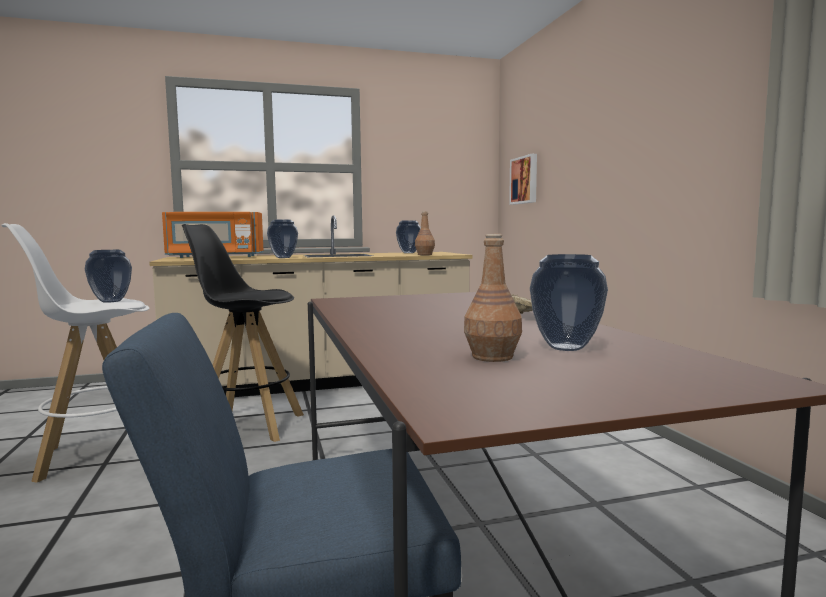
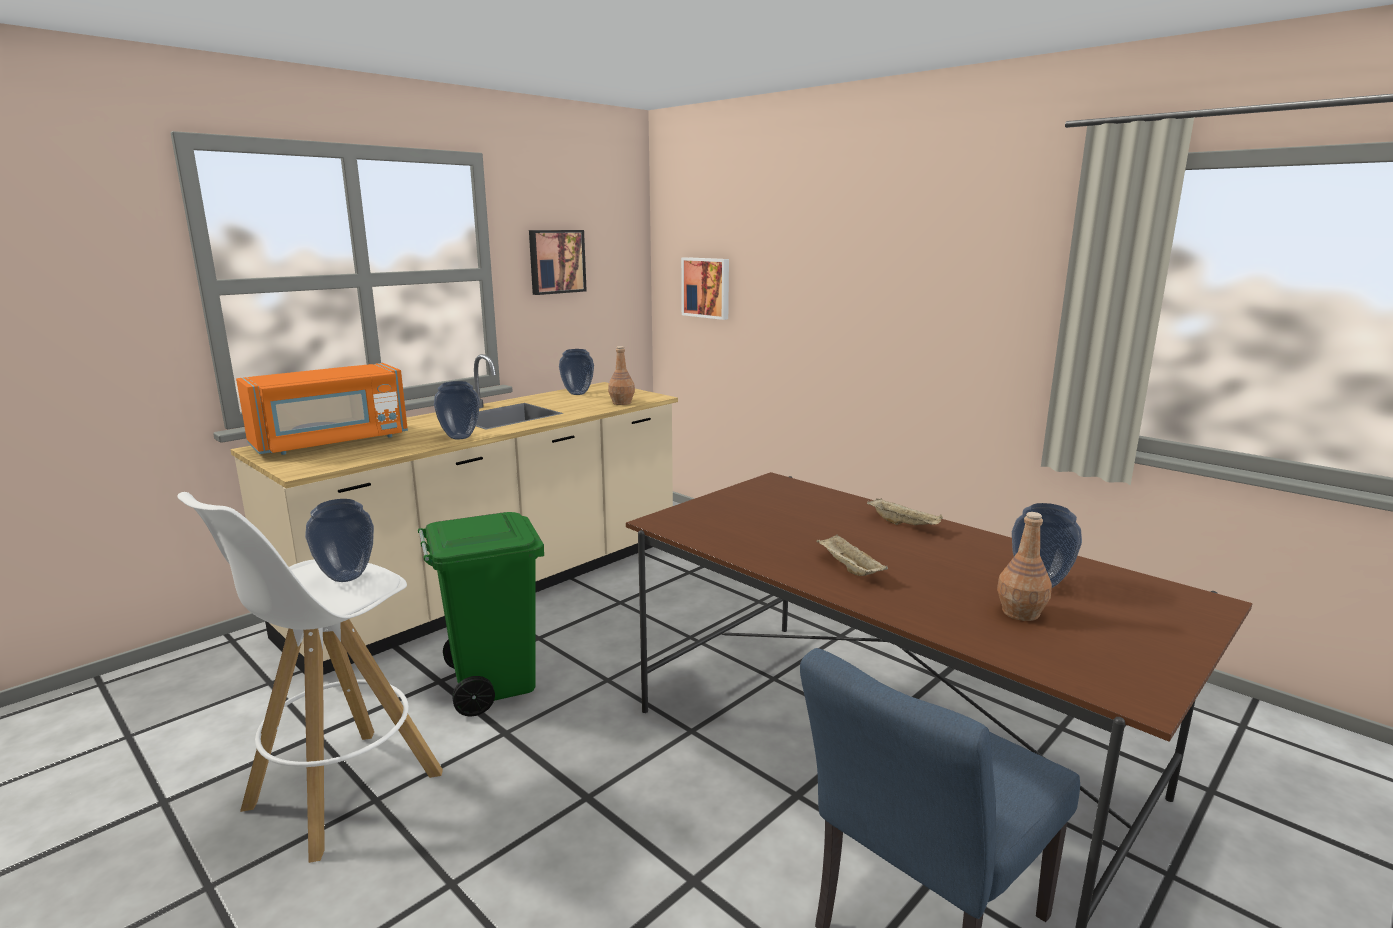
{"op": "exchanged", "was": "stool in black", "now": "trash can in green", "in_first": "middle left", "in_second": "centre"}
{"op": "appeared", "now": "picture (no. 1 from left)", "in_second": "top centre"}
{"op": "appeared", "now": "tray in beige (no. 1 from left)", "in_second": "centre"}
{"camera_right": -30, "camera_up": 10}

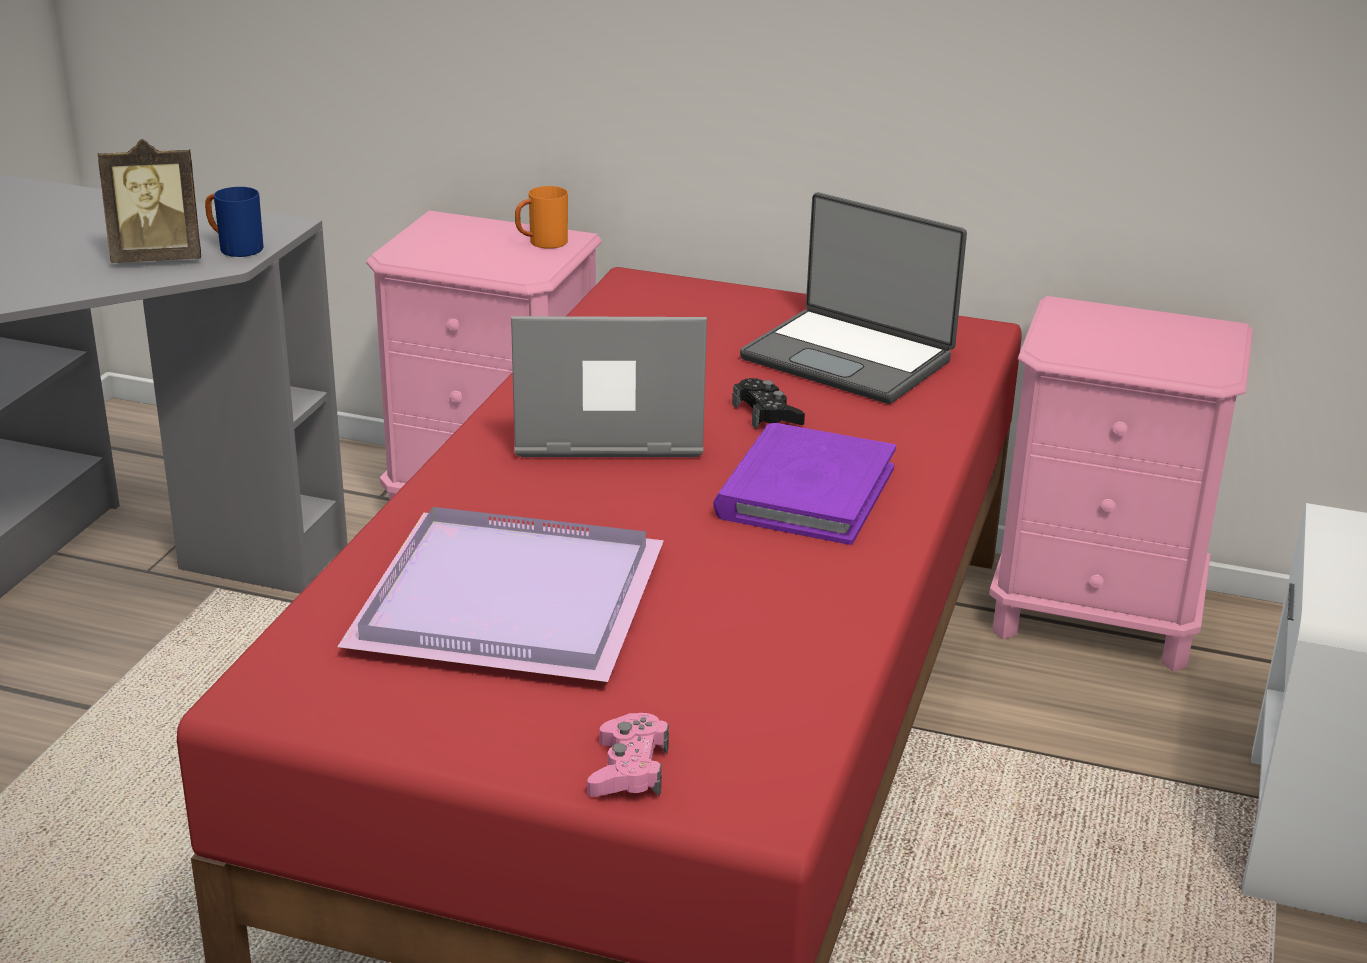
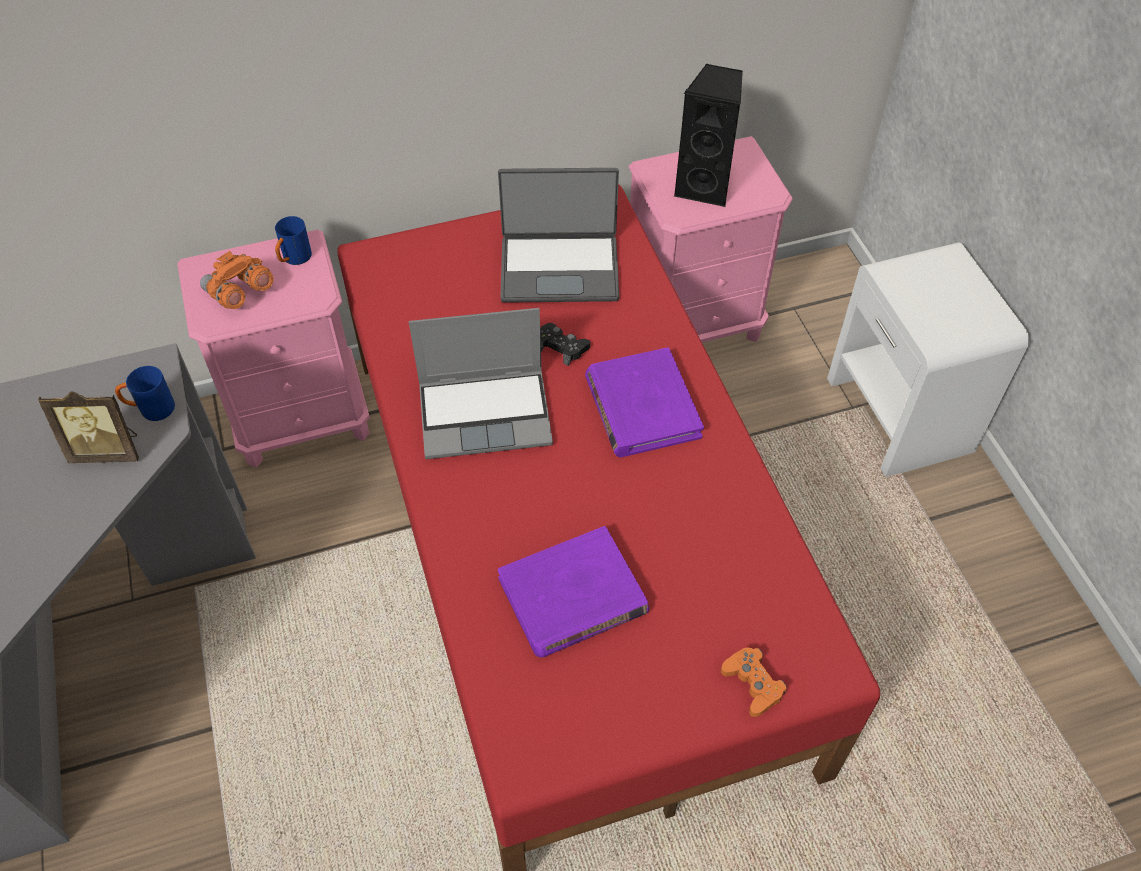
{"op": "spun", "was": "picture frame", "in_first": "top left", "in_second": "middle left", "clockwise": 45}
{"op": "colour", "was": "mug in orange", "now": "mug in blue (no. 2 from left)", "in_first": "top centre", "in_second": "top left"}
{"op": "spun", "was": "laptop (no. 1 from left)", "in_first": "centre", "in_second": "centre", "clockwise": -150}
{"op": "exchanged", "was": "tray in purple", "now": "book in purple (no. 1 from left)", "in_first": "centre", "in_second": "bottom centre"}
{"op": "colour", "was": "game controller in pink", "now": "game controller in orange", "in_first": "bottom centre", "in_second": "bottom centre"}
{"op": "appeared", "now": "speaker in black", "in_second": "top centre"}
{"op": "appeared", "now": "binoculars in orange", "in_second": "top left"}
{"camera_right": -35, "camera_up": 25}

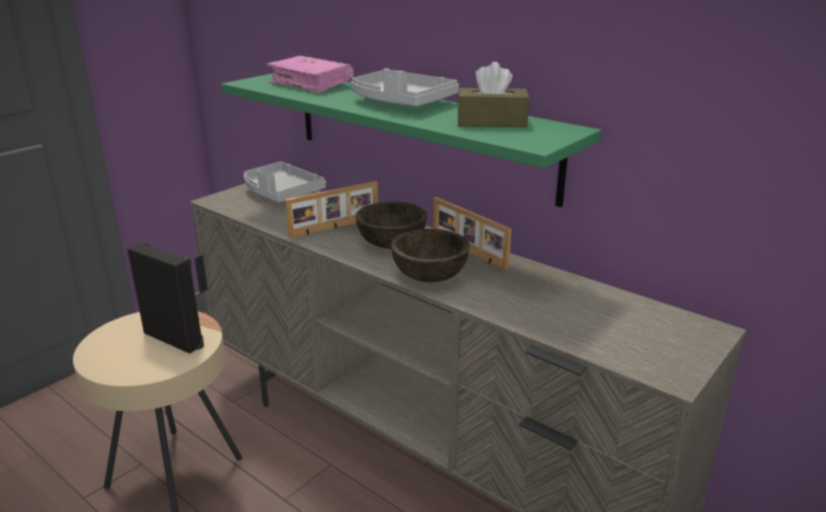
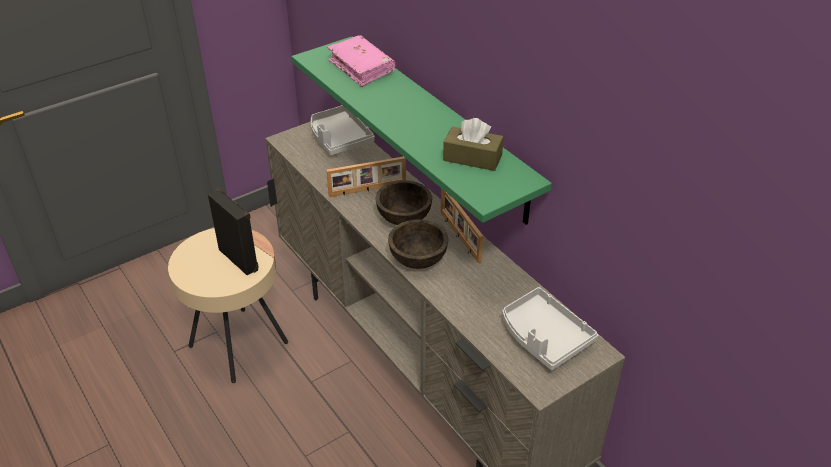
{"op": "relocated", "was": "tray in grey (no. 2 from left)", "in_first": "top centre", "in_second": "bottom centre"}
{"camera_right": 15, "camera_up": 15}

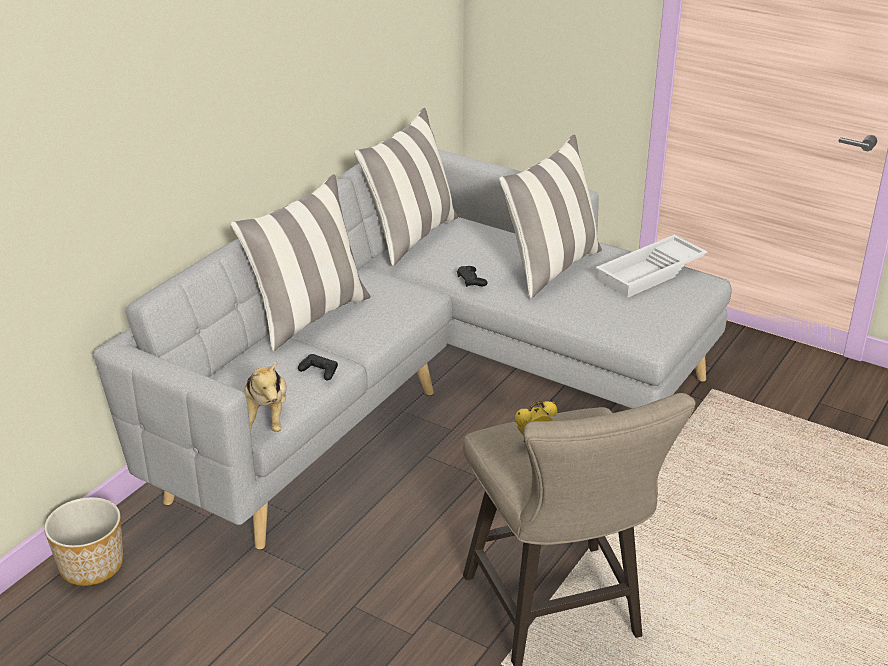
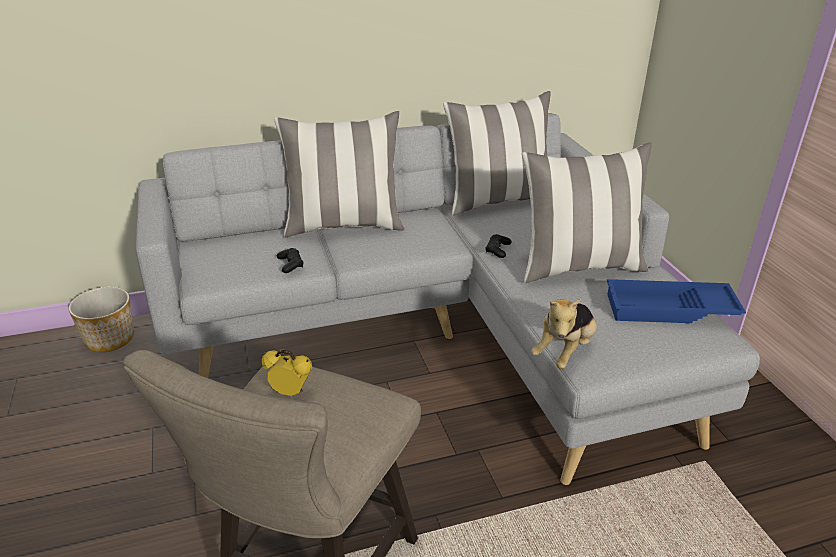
{"op": "colour", "was": "tray in white", "now": "tray in blue", "in_first": "middle right", "in_second": "middle right"}
{"op": "relocated", "was": "plush toy", "in_first": "middle left", "in_second": "middle right"}
{"camera_right": 40, "camera_up": 0}

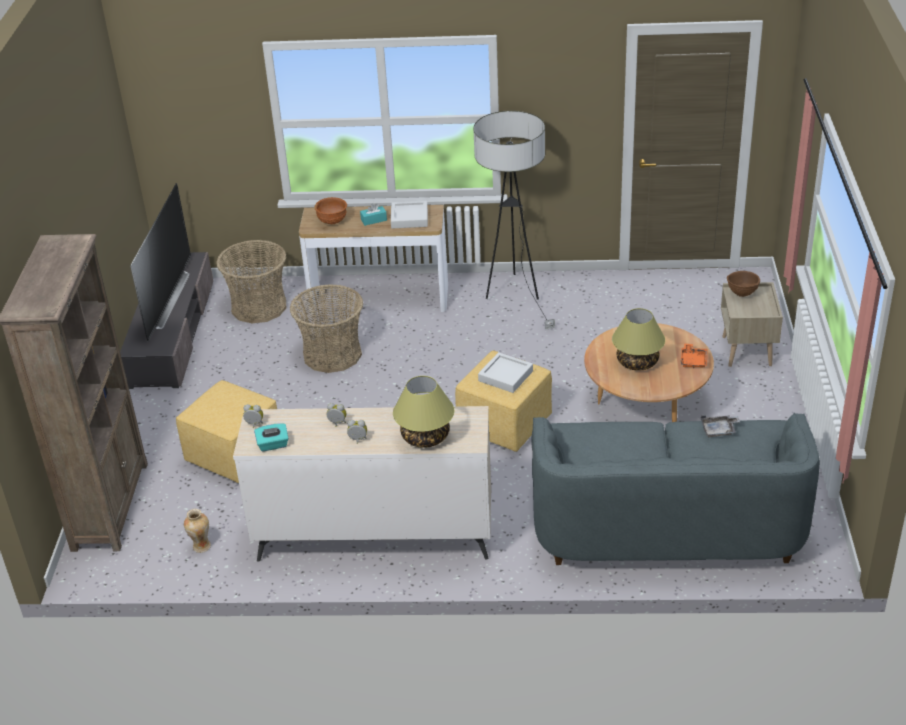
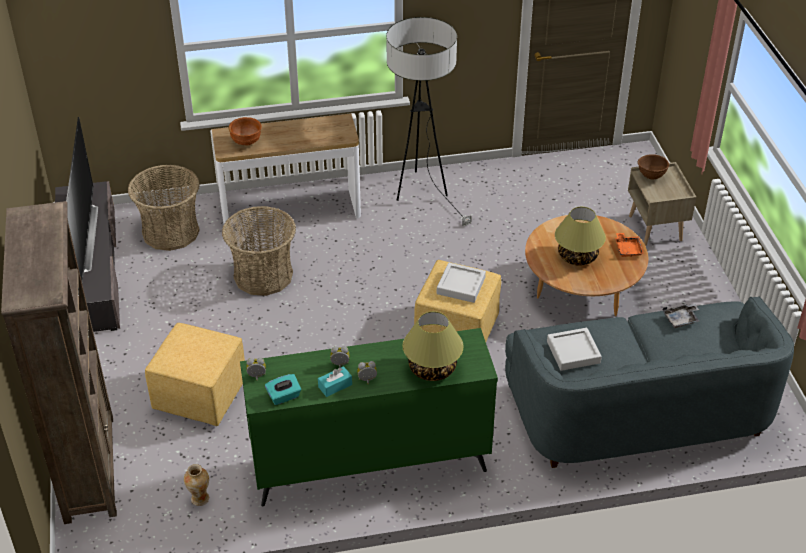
{"op": "relocated", "was": "tray in grey (no. 1 from left in the first image)", "now": "tray in grey (no. 2 from left)", "in_first": "top centre", "in_second": "middle right"}
{"op": "relocated", "was": "tissue box in turquoise (no. 2 from left)", "in_first": "top centre", "in_second": "bottom centre"}
{"op": "colour", "was": "dresser in beige", "now": "dresser in green", "in_first": "bottom centre", "in_second": "bottom centre"}
{"camera_right": -15, "camera_up": 5}

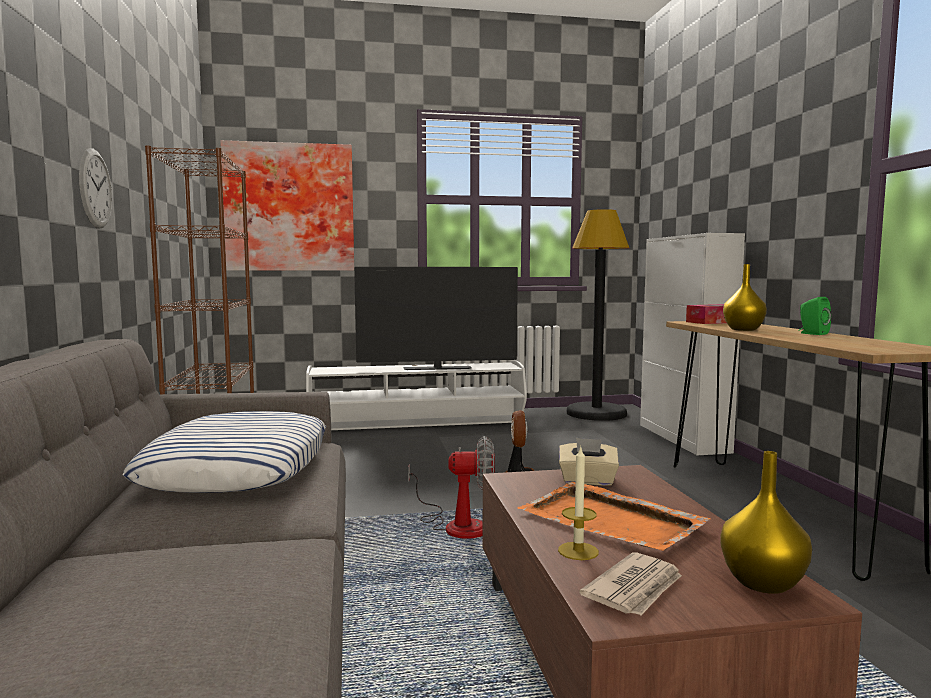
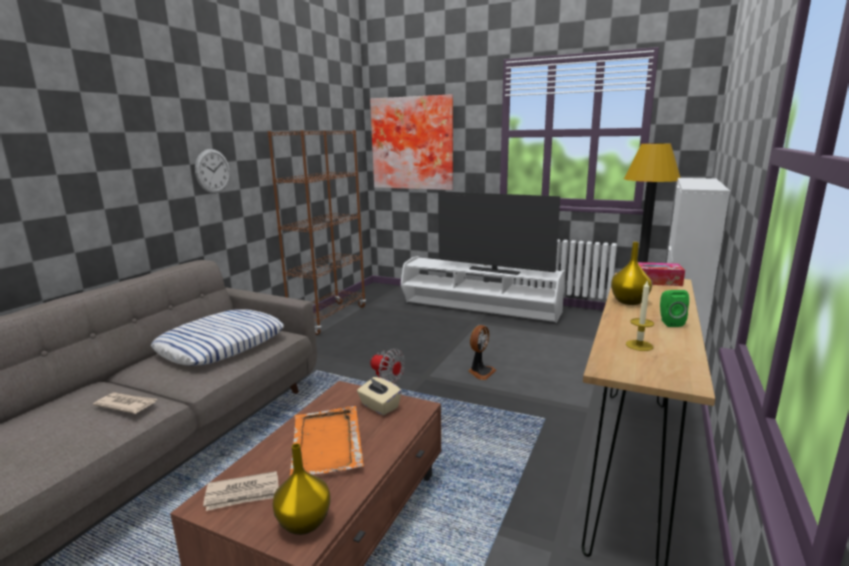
{"op": "relocated", "was": "candle", "in_first": "bottom centre", "in_second": "middle right"}
{"op": "appeared", "now": "newspaper (no. 1 from left)", "in_second": "bottom left"}
{"camera_right": 35, "camera_up": 10}

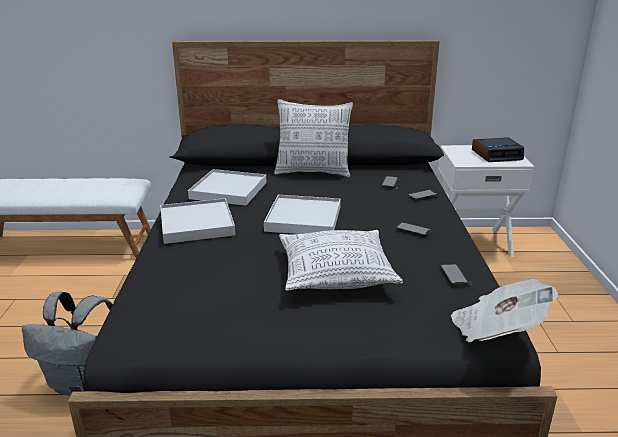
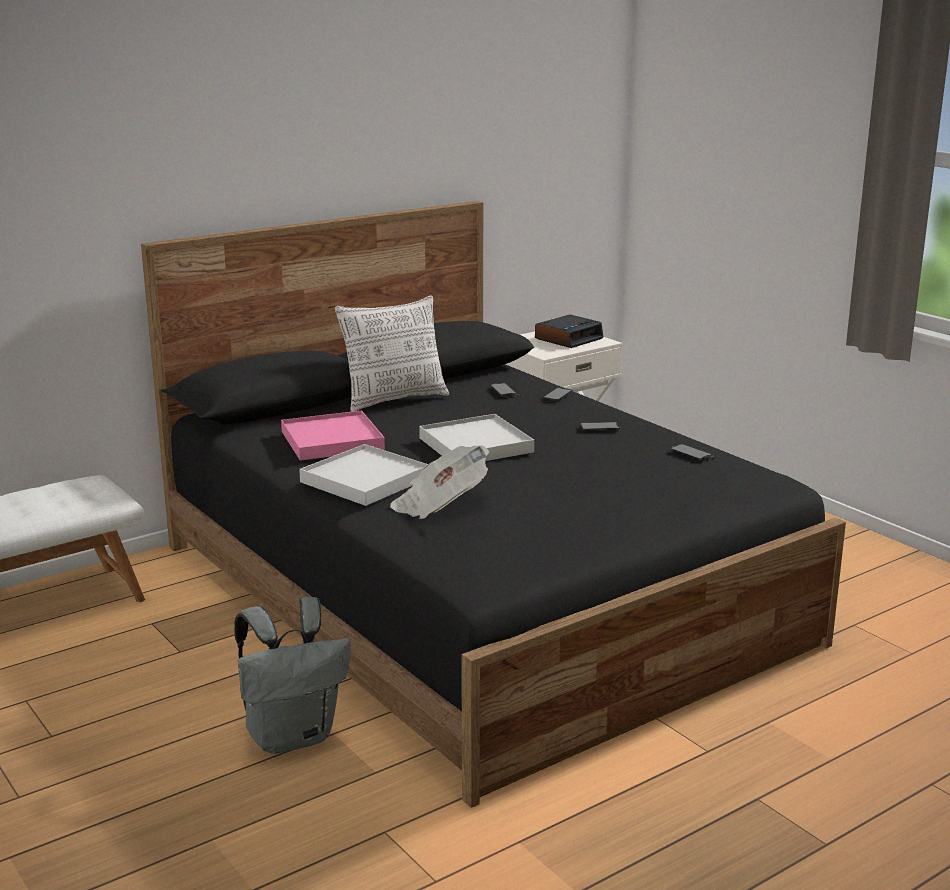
{"op": "colour", "was": "tray in white (no. 2 from left)", "now": "tray in pink", "in_first": "centre", "in_second": "centre"}
{"op": "missing", "was": "pillow (no. 2 from left)", "in_first": "centre"}
{"op": "relocated", "was": "newspaper", "in_first": "bottom right", "in_second": "centre"}
{"camera_right": -35, "camera_up": -5}

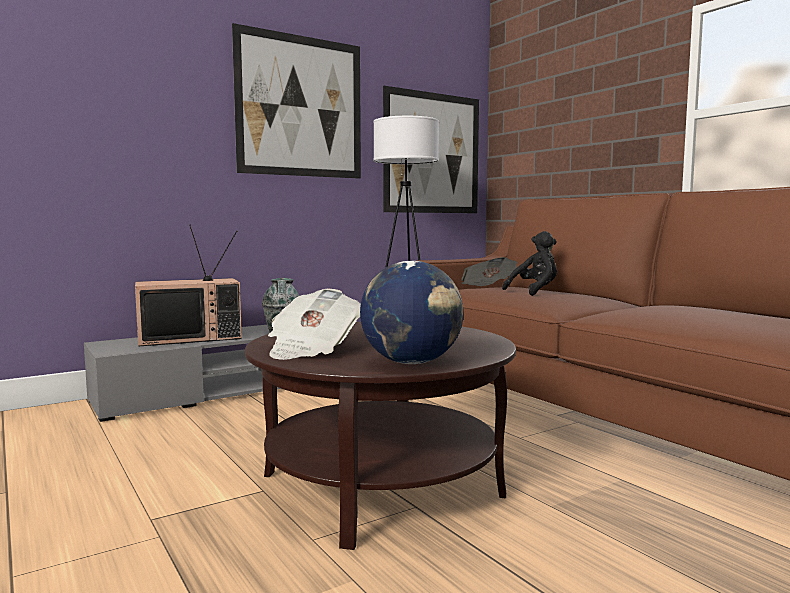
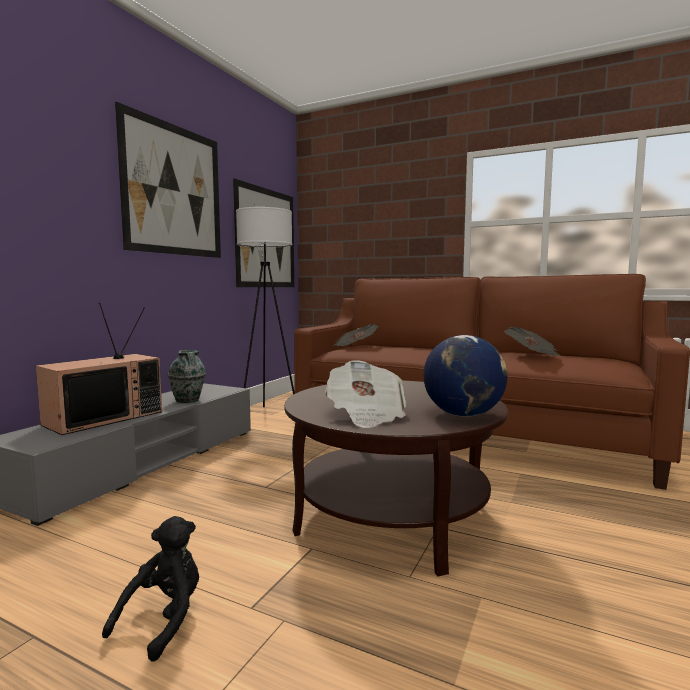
{"op": "relocated", "was": "plush toy in black", "in_first": "middle right", "in_second": "bottom left"}
{"op": "appeared", "now": "newspaper (no. 3 from left)", "in_second": "middle right"}
{"camera_right": -30, "camera_up": 0}

